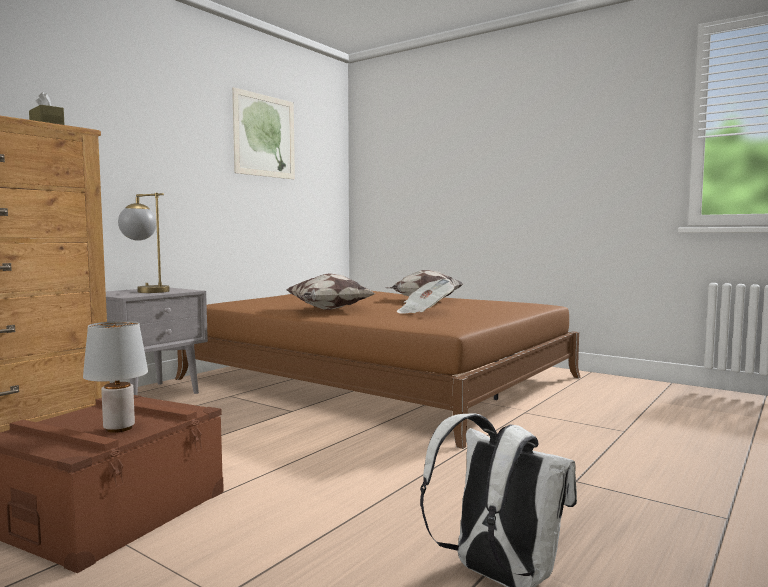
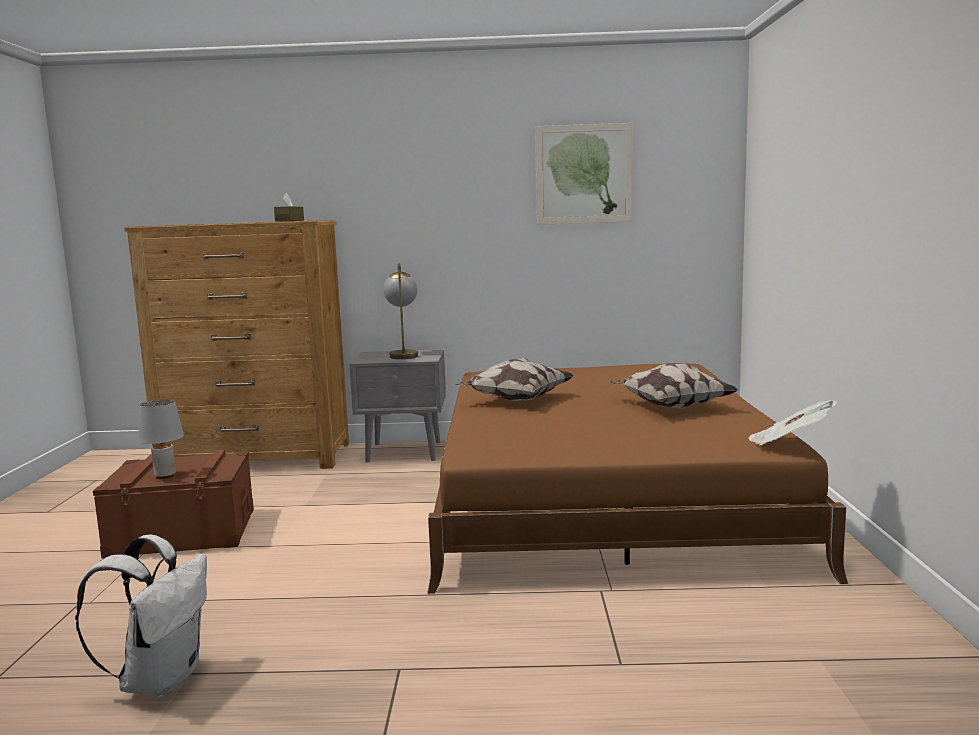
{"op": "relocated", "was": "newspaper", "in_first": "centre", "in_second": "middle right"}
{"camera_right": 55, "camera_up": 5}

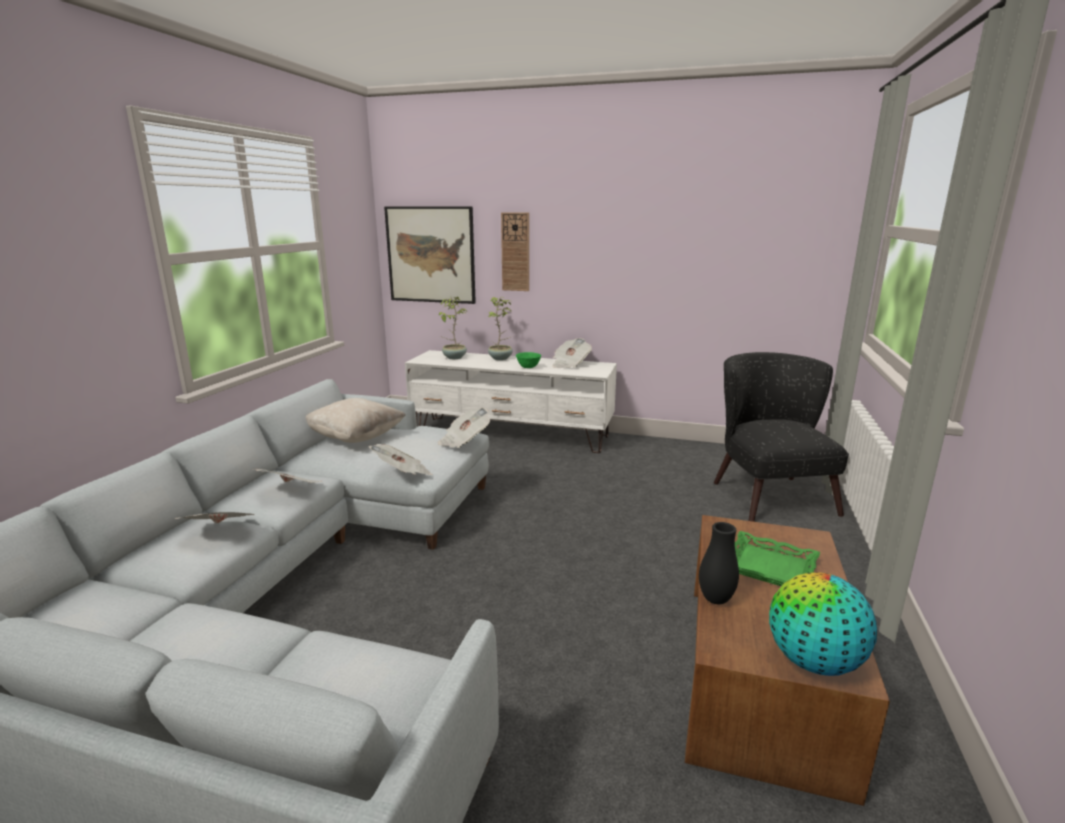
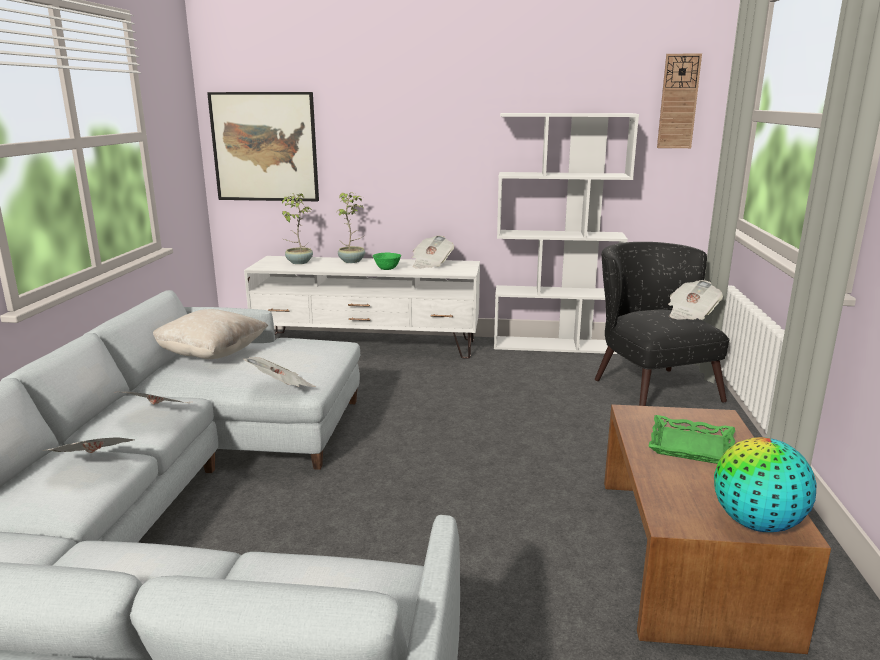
{"op": "relocated", "was": "wall clock", "in_first": "top centre", "in_second": "top right"}
{"op": "relocated", "was": "newspaper (no. 4 from left in the first image)", "now": "newspaper (no. 5 from left)", "in_first": "centre", "in_second": "middle right"}
{"op": "missing", "was": "vase in black", "in_first": "bottom right"}
{"op": "appeared", "now": "bookcase in white", "in_second": "centre"}
{"camera_right": -10, "camera_up": 0}

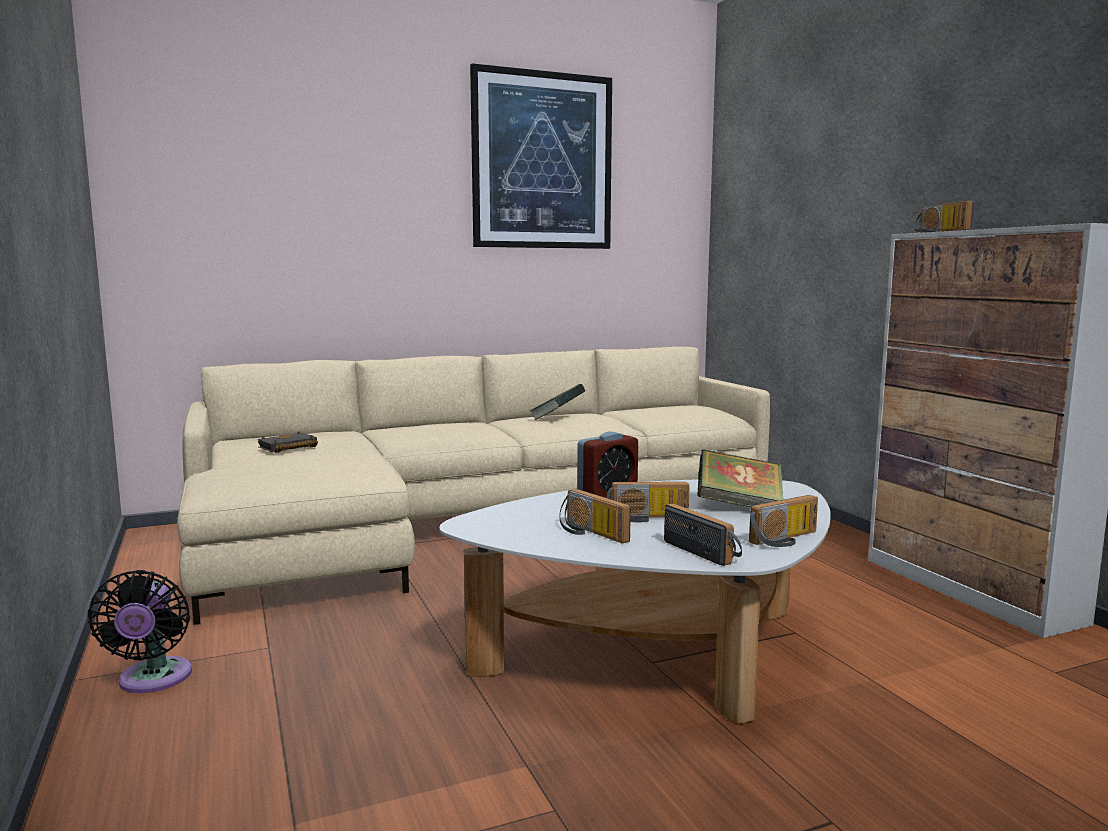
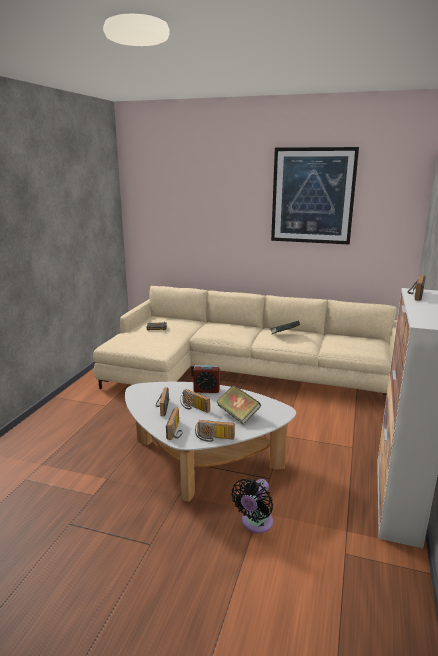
{"op": "relocated", "was": "fan in black", "in_first": "bottom left", "in_second": "bottom centre"}
{"camera_right": 40, "camera_up": 10}

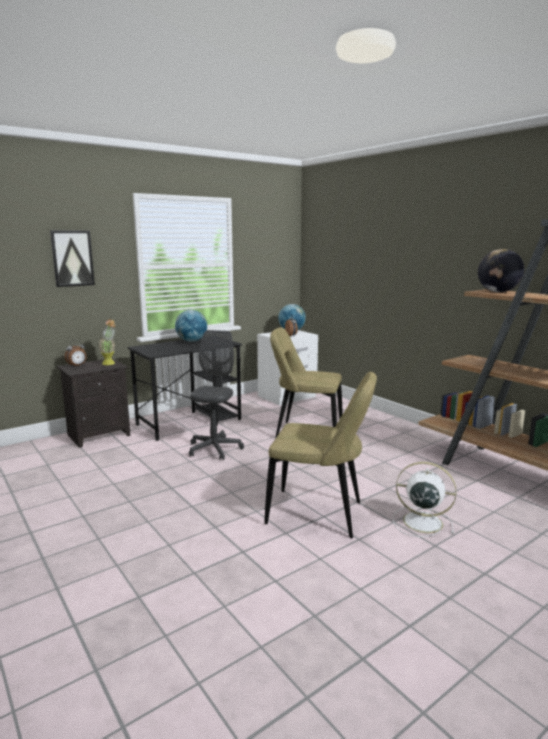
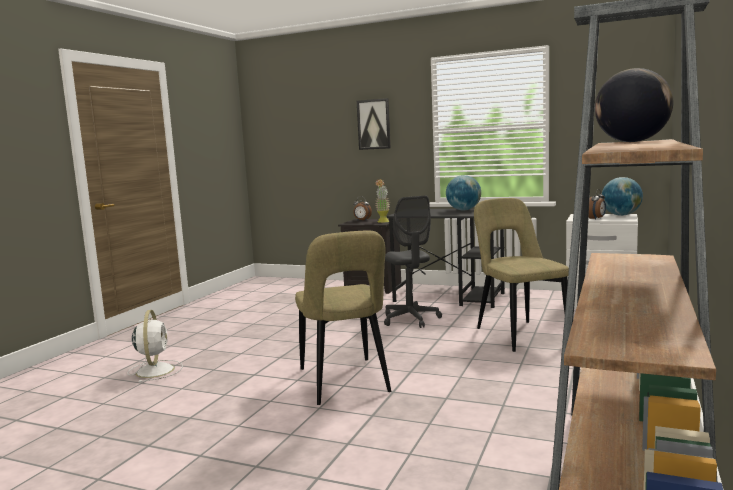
{"op": "spun", "was": "office chair in grey", "in_first": "centre", "in_second": "centre", "clockwise": 90}
{"op": "relocated", "was": "fan in white", "in_first": "bottom right", "in_second": "bottom left"}
{"camera_right": 60, "camera_up": -5}

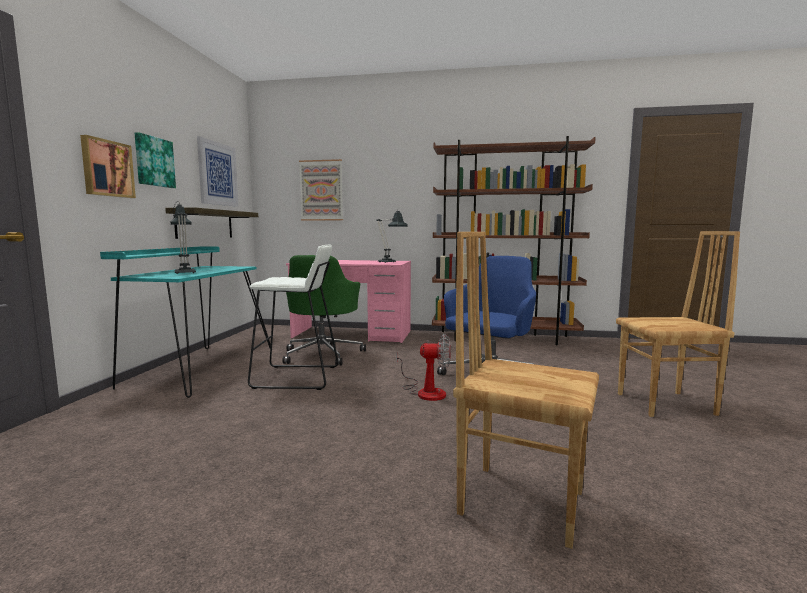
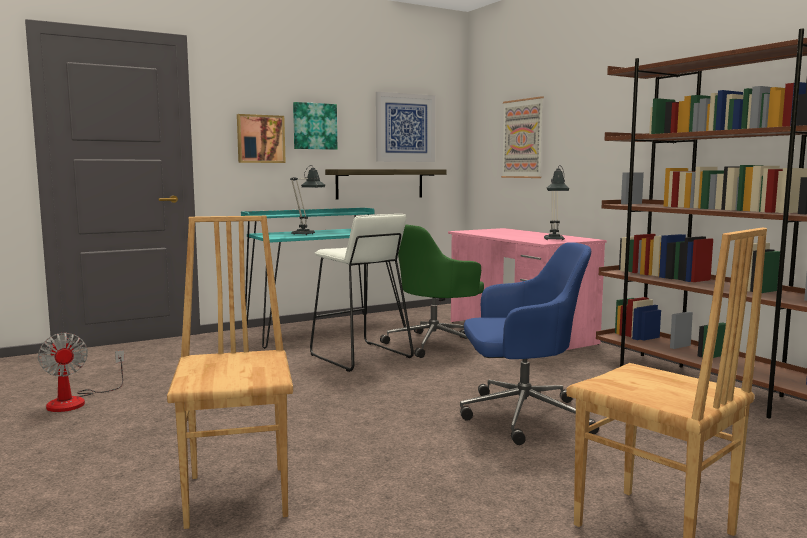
{"op": "relocated", "was": "fan", "in_first": "centre", "in_second": "bottom left"}
{"camera_right": 50, "camera_up": 0}

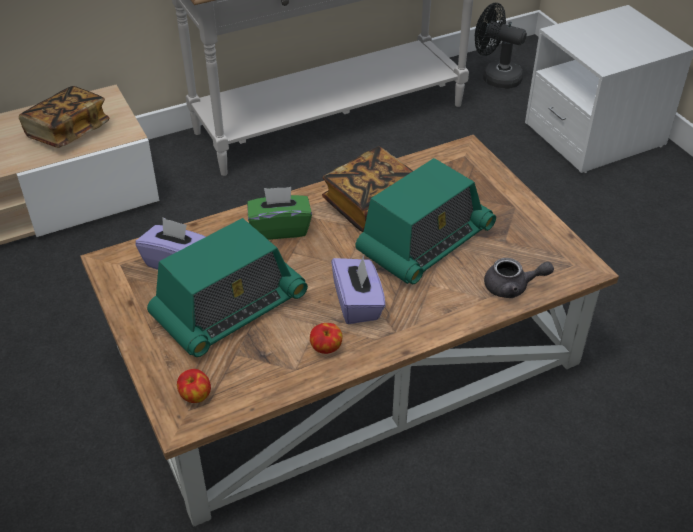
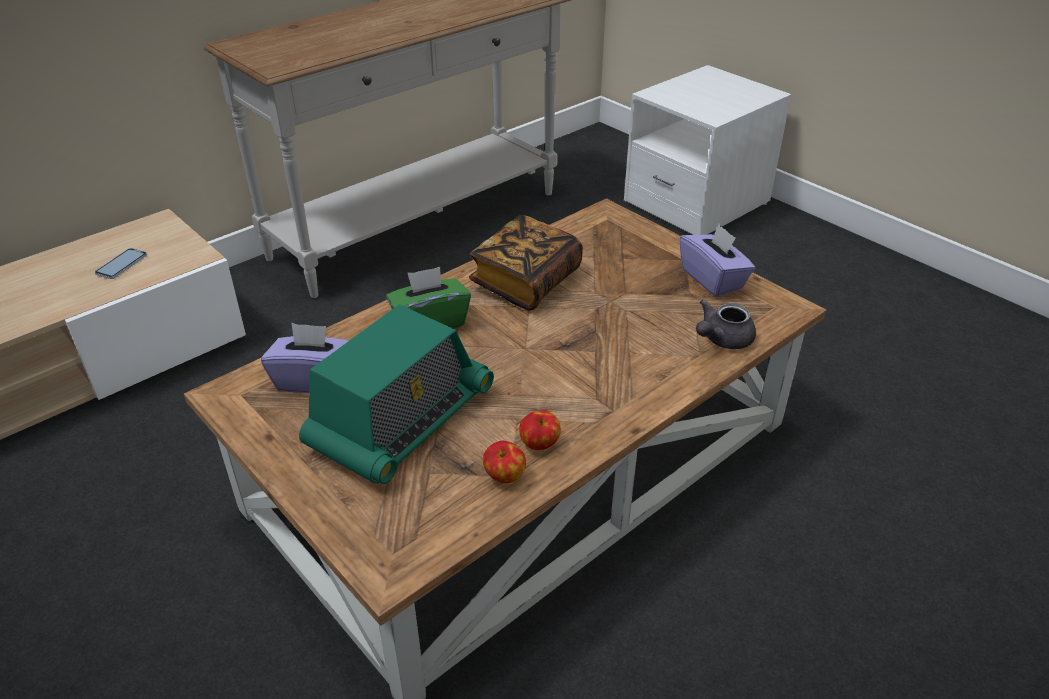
{"op": "missing", "was": "fan in black", "in_first": "top right"}
{"op": "exchanged", "was": "book (no. 1 from left)", "now": "phone", "in_first": "top left", "in_second": "middle left"}
{"op": "missing", "was": "radio (no. 2 from left)", "in_first": "centre"}
{"op": "relocated", "was": "tissue box in purple (no. 2 from left)", "in_first": "centre", "in_second": "middle right"}
{"op": "spun", "was": "teapot in grey", "in_first": "middle right", "in_second": "middle right", "clockwise": 150}
{"op": "relocated", "was": "apple (no. 1 from left)", "in_first": "bottom left", "in_second": "centre"}
{"camera_right": -15, "camera_up": -5}

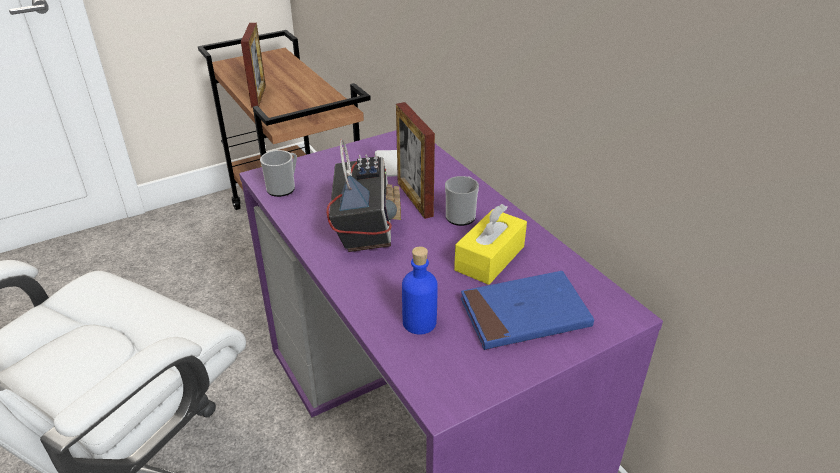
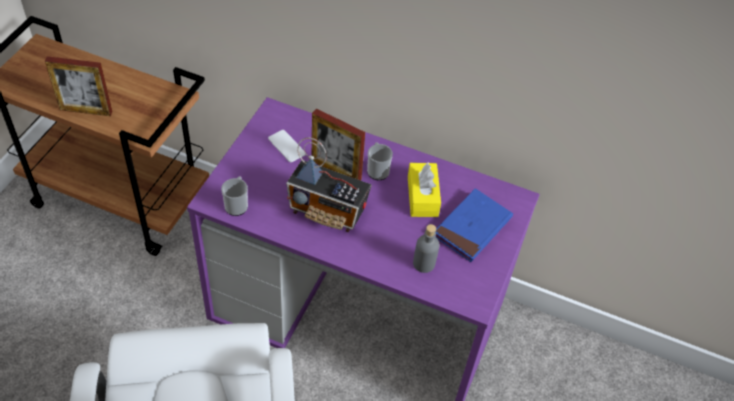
{"op": "spun", "was": "picture frame (no. 1 from left)", "in_first": "top left", "in_second": "top left", "clockwise": 135}
{"op": "spun", "was": "radio", "in_first": "centre", "in_second": "centre", "clockwise": 150}
{"op": "colour", "was": "bottle in blue", "now": "bottle in grey", "in_first": "centre", "in_second": "centre"}
{"camera_right": -40, "camera_up": 15}

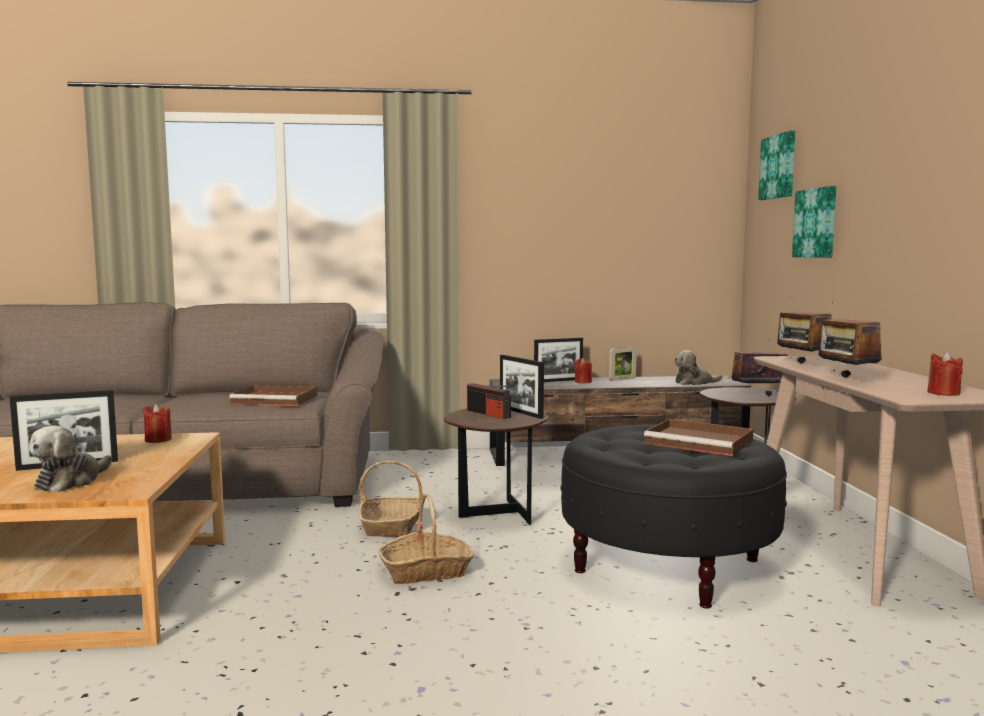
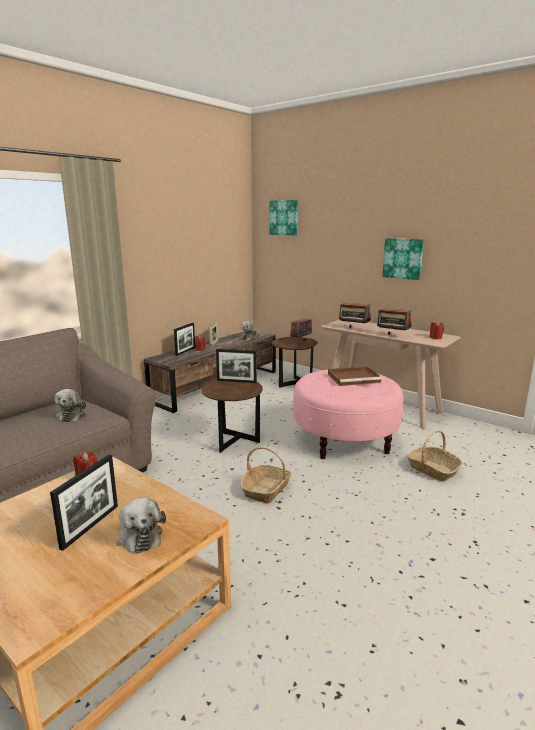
{"op": "relocated", "was": "picture (no. 2 from left)", "in_first": "top right", "in_second": "middle right"}
{"op": "missing", "was": "radio (no. 1 from left)", "in_first": "centre"}
{"op": "exchanged", "was": "tray in brown (no. 1 from left)", "now": "plush toy (no. 1 from left)", "in_first": "middle left", "in_second": "middle left"}
{"op": "colour", "was": "ottoman in black", "now": "ottoman in pink", "in_first": "bottom right", "in_second": "centre"}
{"op": "relocated", "was": "basket (no. 1 from left in the first image)", "now": "basket (no. 2 from left)", "in_first": "bottom centre", "in_second": "middle right"}
{"camera_right": -45, "camera_up": 10}

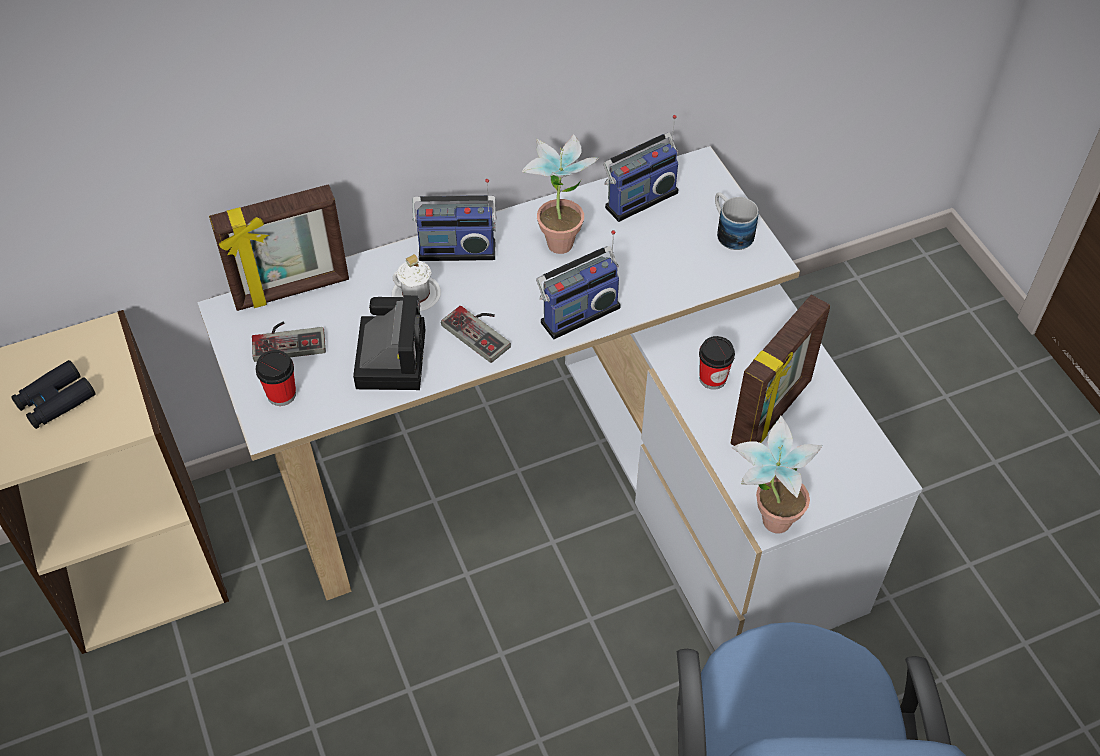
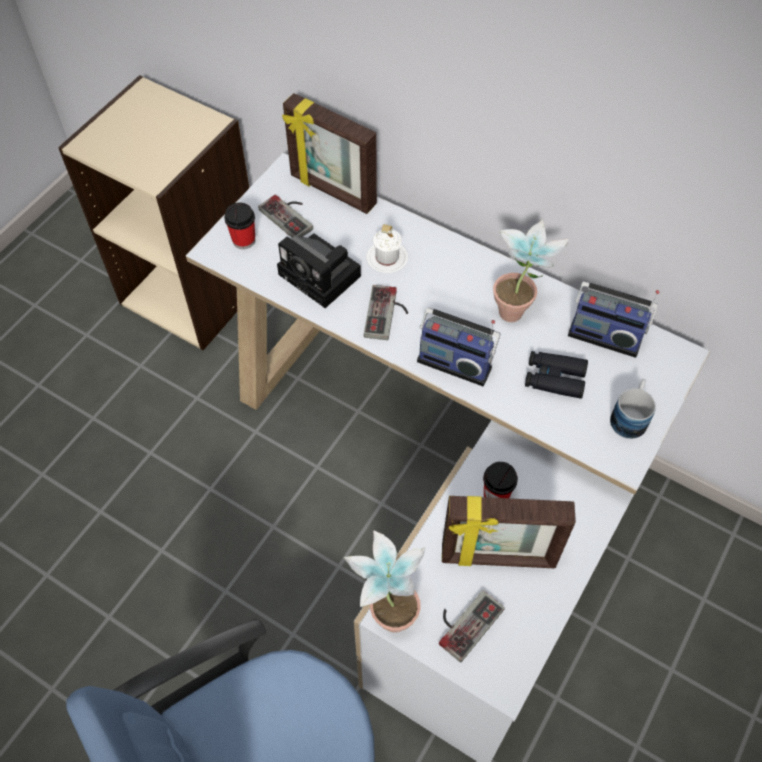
{"op": "missing", "was": "radio (no. 1 from left)", "in_first": "top centre"}
{"op": "spun", "was": "photo camera", "in_first": "centre", "in_second": "centre", "clockwise": 75}
{"op": "relocated", "was": "binoculars in black", "in_first": "middle left", "in_second": "middle right"}
{"op": "appeared", "now": "game controller (no. 3 from left)", "in_second": "bottom centre"}
{"camera_right": 55, "camera_up": 5}

